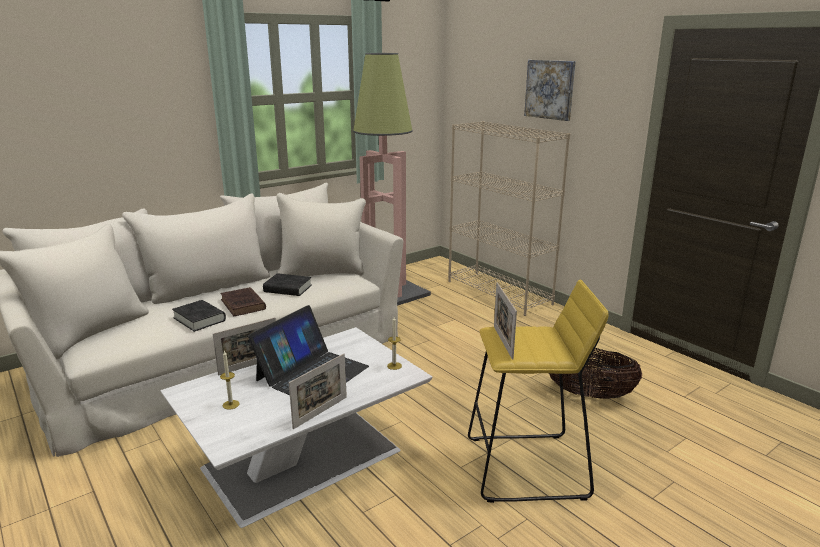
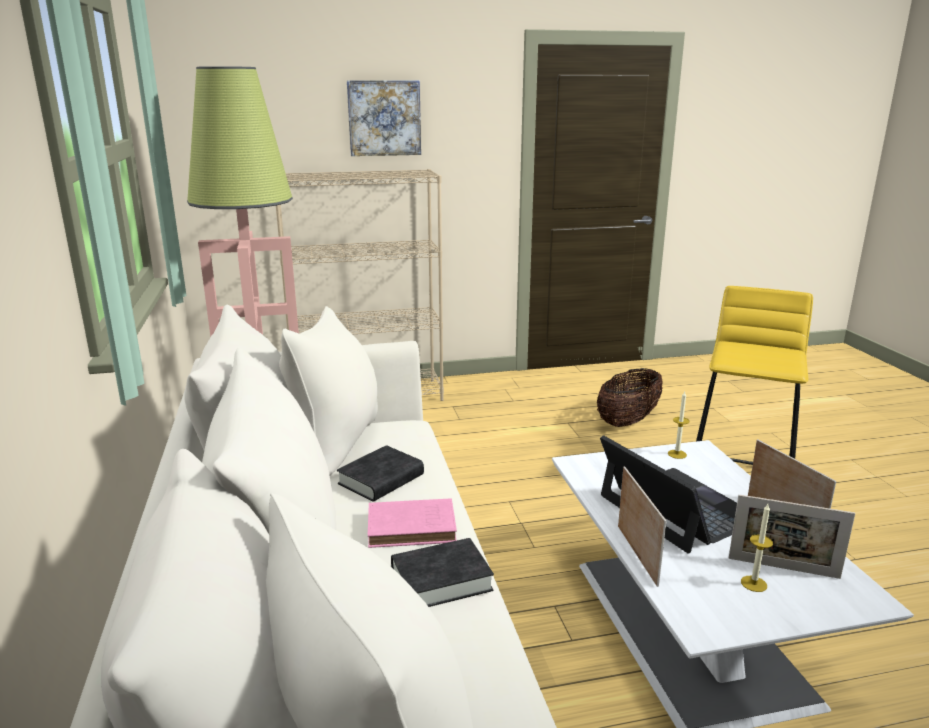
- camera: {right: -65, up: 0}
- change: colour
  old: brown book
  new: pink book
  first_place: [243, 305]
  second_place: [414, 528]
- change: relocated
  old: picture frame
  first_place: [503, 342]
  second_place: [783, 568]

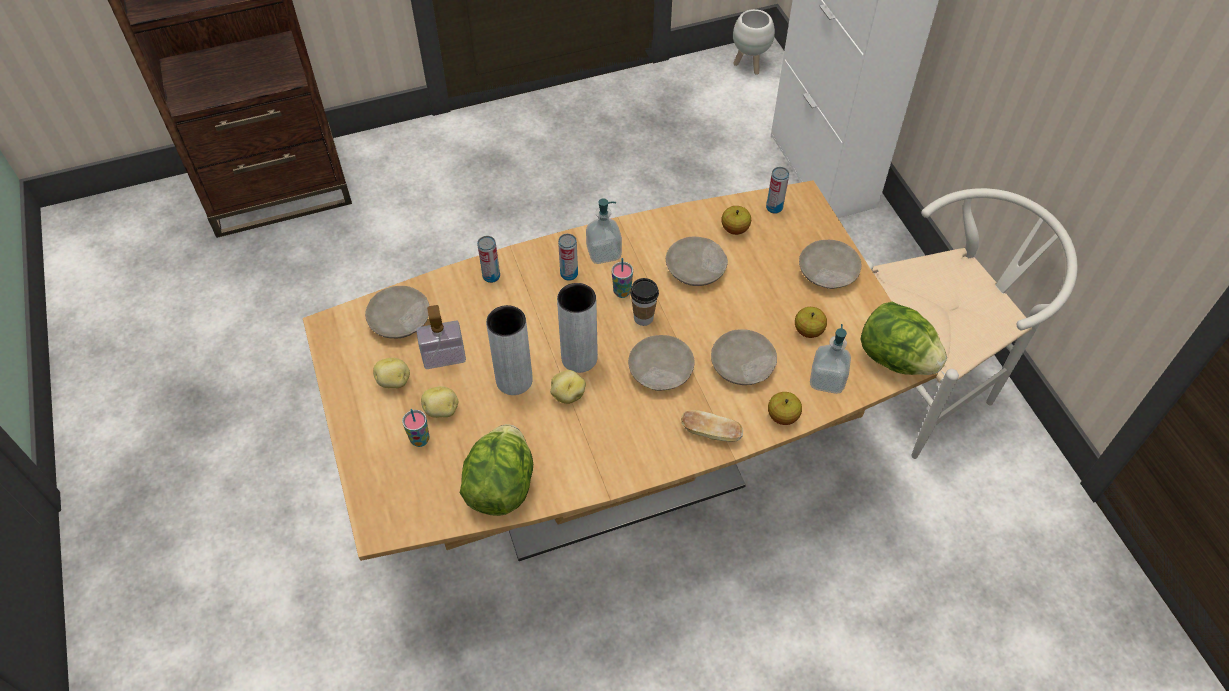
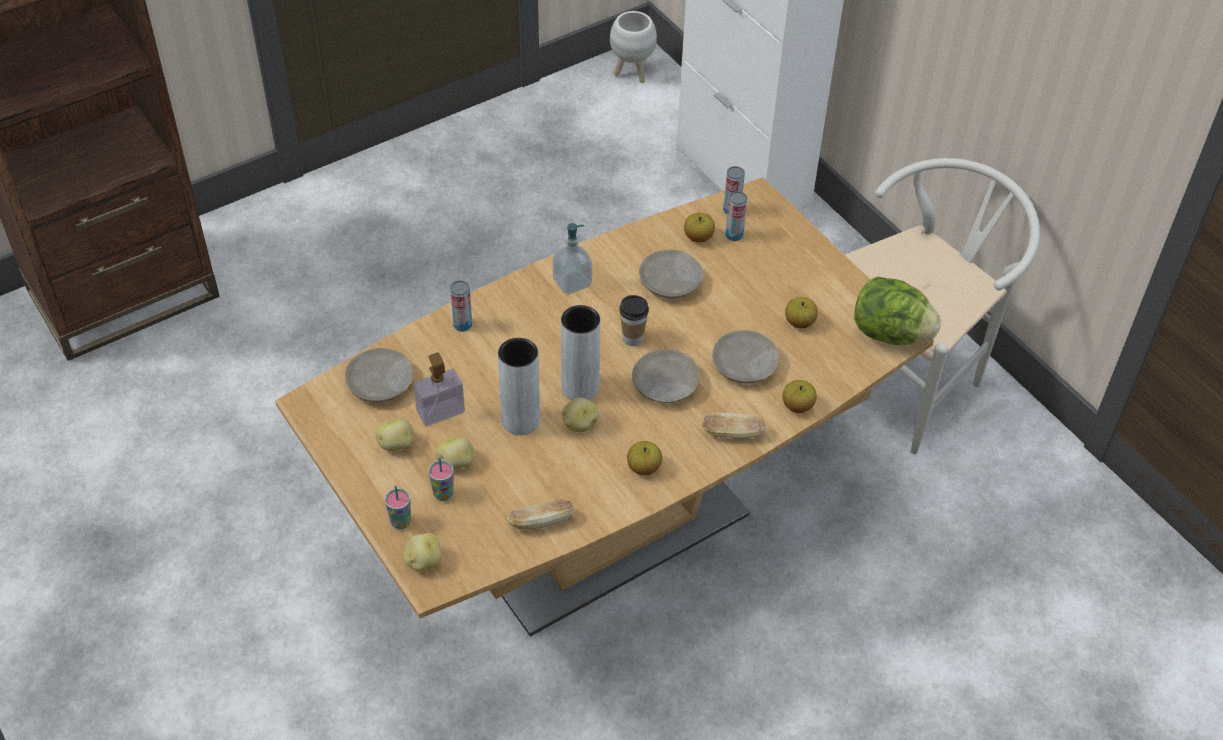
- camera: {right: -15, up: -5}
- change: relocated
  old: cup
  first_place: [622, 292]
  second_place: [400, 522]
- change: appeared
  new: potato
  second_place: [423, 561]
- change: exchanged
  old: lettuce
  new: bread
  first_place: [500, 486]
  second_place: [540, 522]
- change: appeared
  new: apple
  second_place: [644, 468]
- change: relocated
  old: can
  first_place: [569, 274]
  second_place: [734, 235]
- change: missing
  old: beige plate
  first_place: [827, 271]
- change: missing
  old: soap dispenser
  first_place: [827, 380]

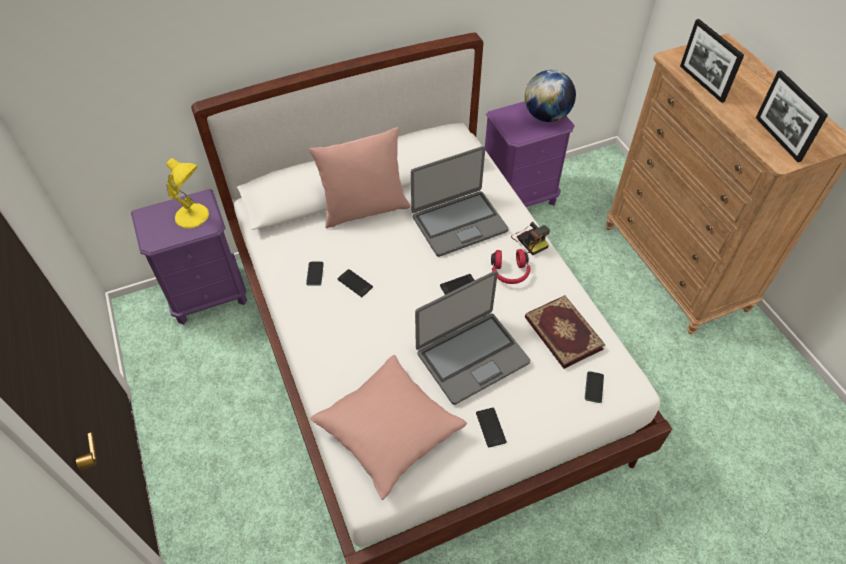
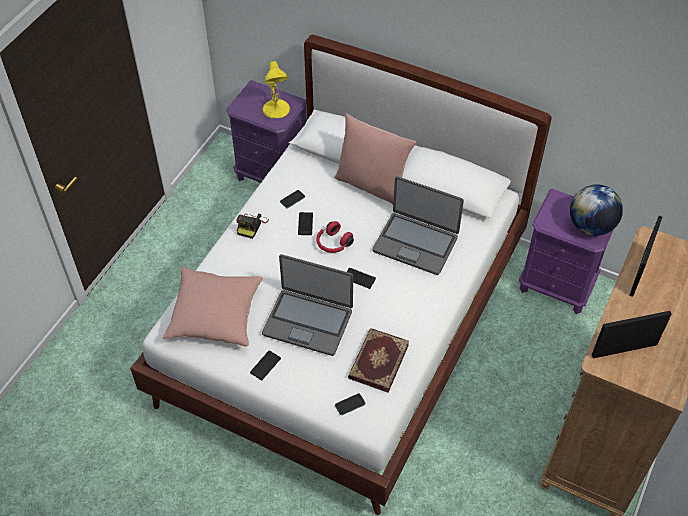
- camera: {right: 50, up: 0}
- change: relocated
  old: photo camera
  first_place: [529, 240]
  second_place: [251, 226]
- change: relocated
  old: red headphones
  first_place: [509, 273]
  second_place: [333, 243]
- change: spun
  old: picture frame
  first_place: [777, 139]
  second_place: [624, 350]
  degrees: 45

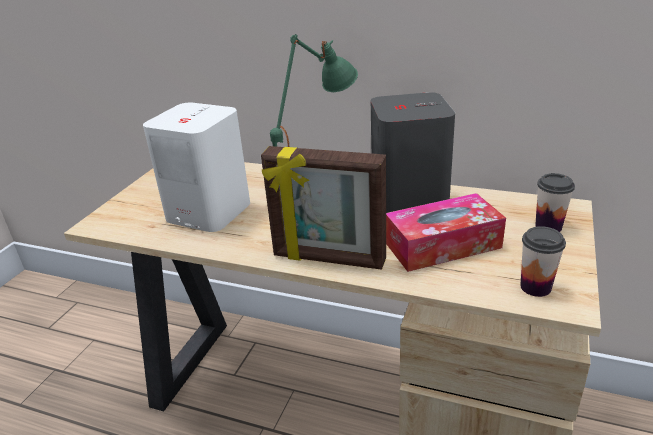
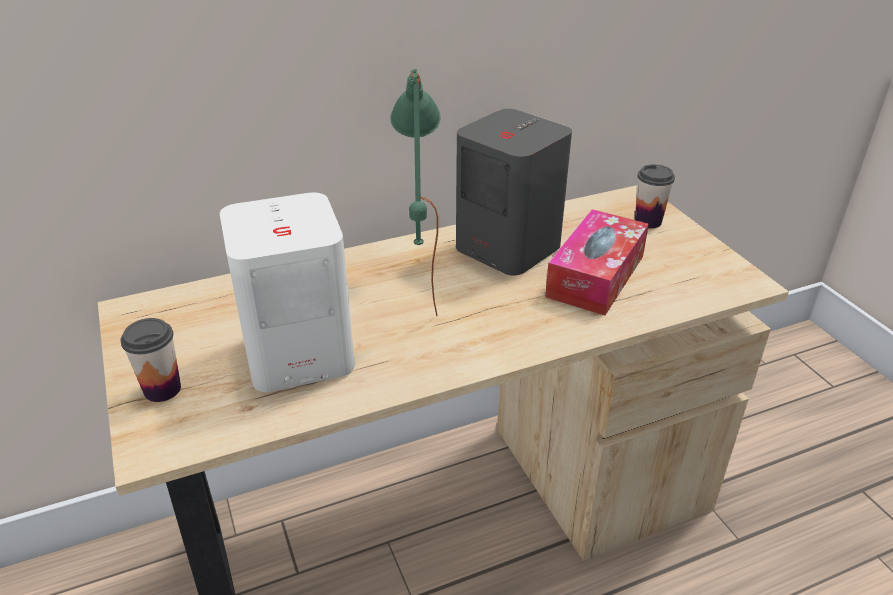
- camera: {right: -45, up: 5}
- change: relocated
  old: cup
  first_place: [535, 287]
  second_place: [162, 389]
- change: missing
  old: picture frame
  first_place: [328, 259]

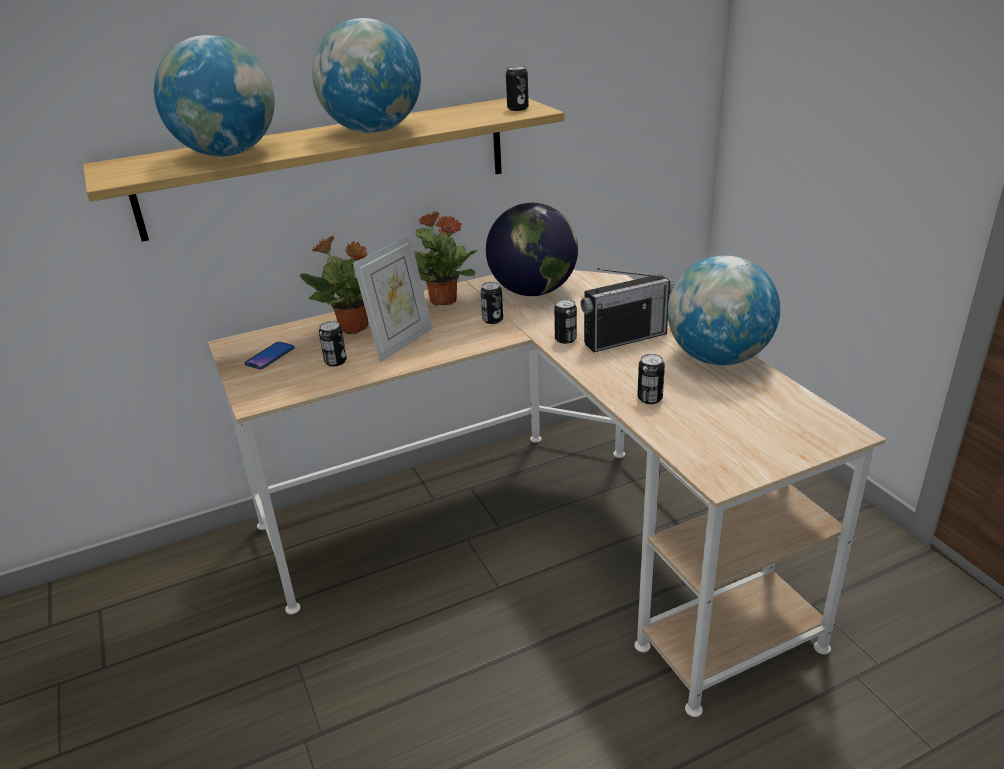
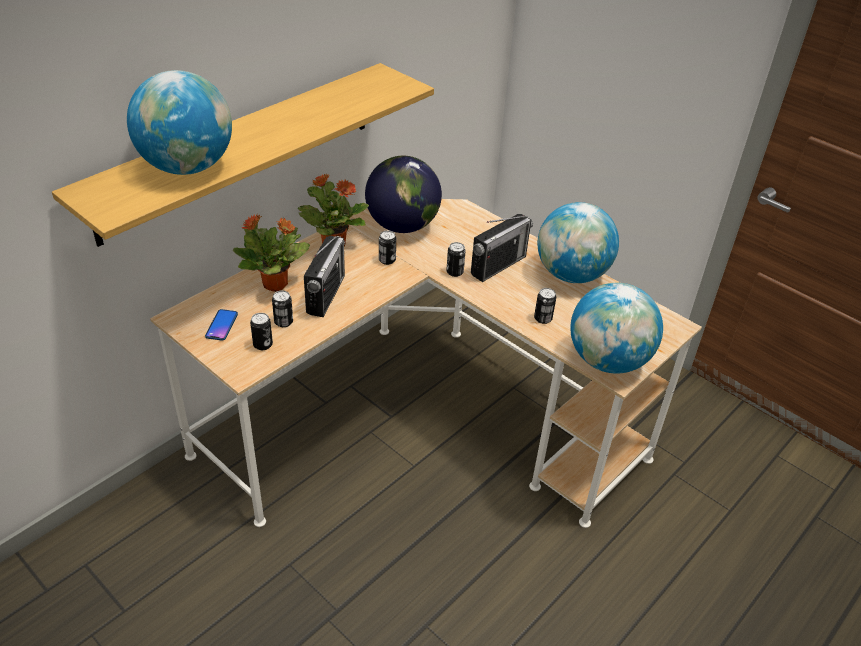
- camera: {right: -25, up: 10}
- change: relocated
  old: can
  first_place: [517, 108]
  second_place: [263, 345]
- change: exchanged
  old: picture frame
  new: radio
  first_place: [400, 343]
  second_place: [326, 294]
- change: relocated
  old: globe
  first_place: [374, 131]
  second_place: [608, 361]

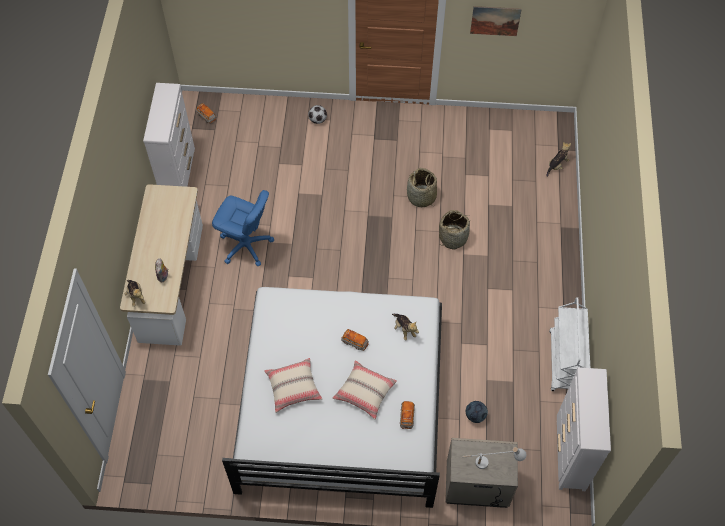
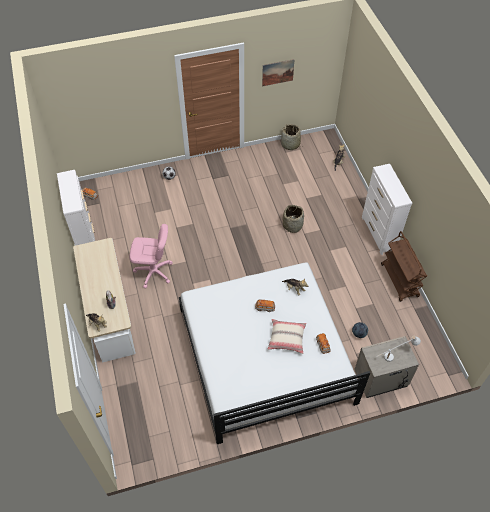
- camera: {right: -20, up: -5}
- change: colour
  old: blue office chair
  new: pink office chair
  first_place: [246, 245]
  second_place: [154, 272]
- change: relocated
  old: basket
  first_place: [421, 197]
  second_place: [290, 144]
- change: relocated
  old: white dresser
  first_place: [570, 453]
  second_place: [378, 234]
- change: colour
  old: white cart
  new: brown cart
  first_place: [564, 362]
  second_place: [399, 280]
- change: missing
  old: beige pillow
  first_place: [293, 387]

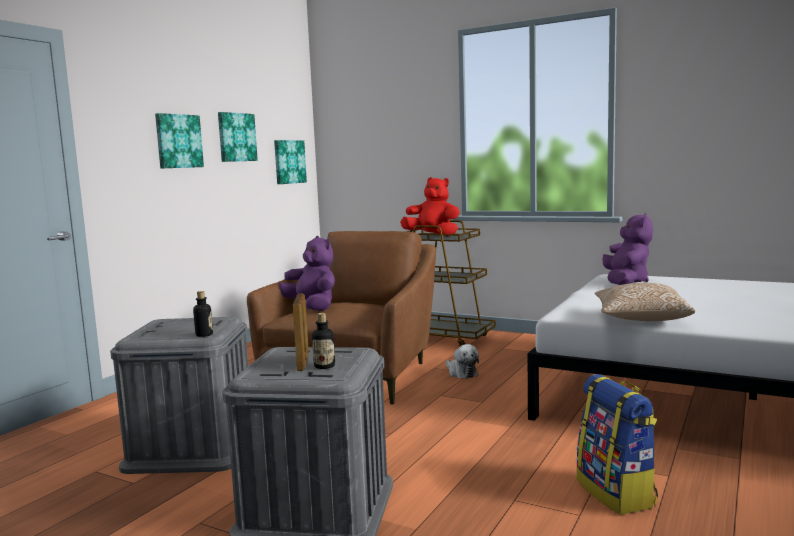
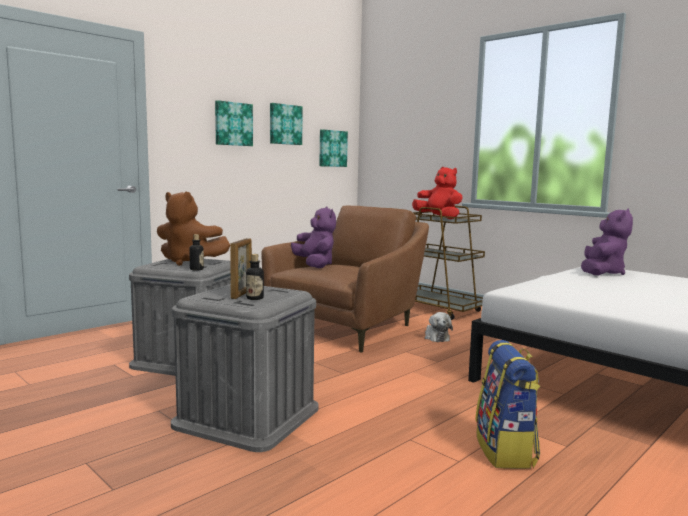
- camera: {right: 15, up: 0}
- change: appeared
  new: brown plush toy
  second_place: [189, 262]
- change: missing
  old: pillow
  first_place: [640, 318]

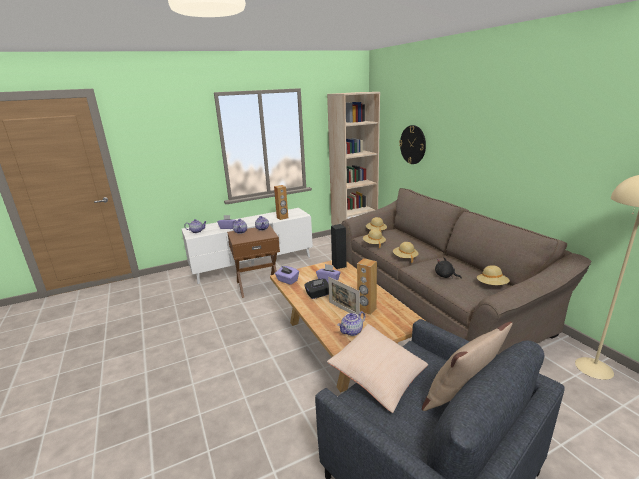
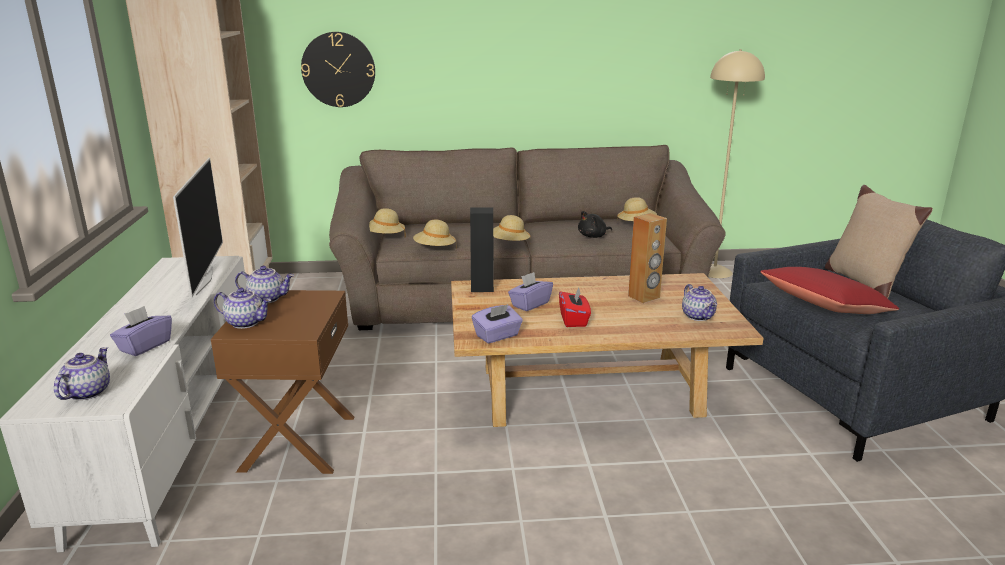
- camera: {right: -70, up: 0}
- change: exchanged
  old: brown speaker
  new: television
  first_place: [282, 218]
  second_place: [203, 280]
- change: colour
  old: black tissue box
  new: red tissue box
  first_place: [318, 295]
  second_place: [574, 320]
- change: colour
  old: beige pillow
  new: red pillow
  first_place: [378, 375]
  second_place: [825, 308]
- change: missing
  old: picture frame
  first_place: [343, 309]

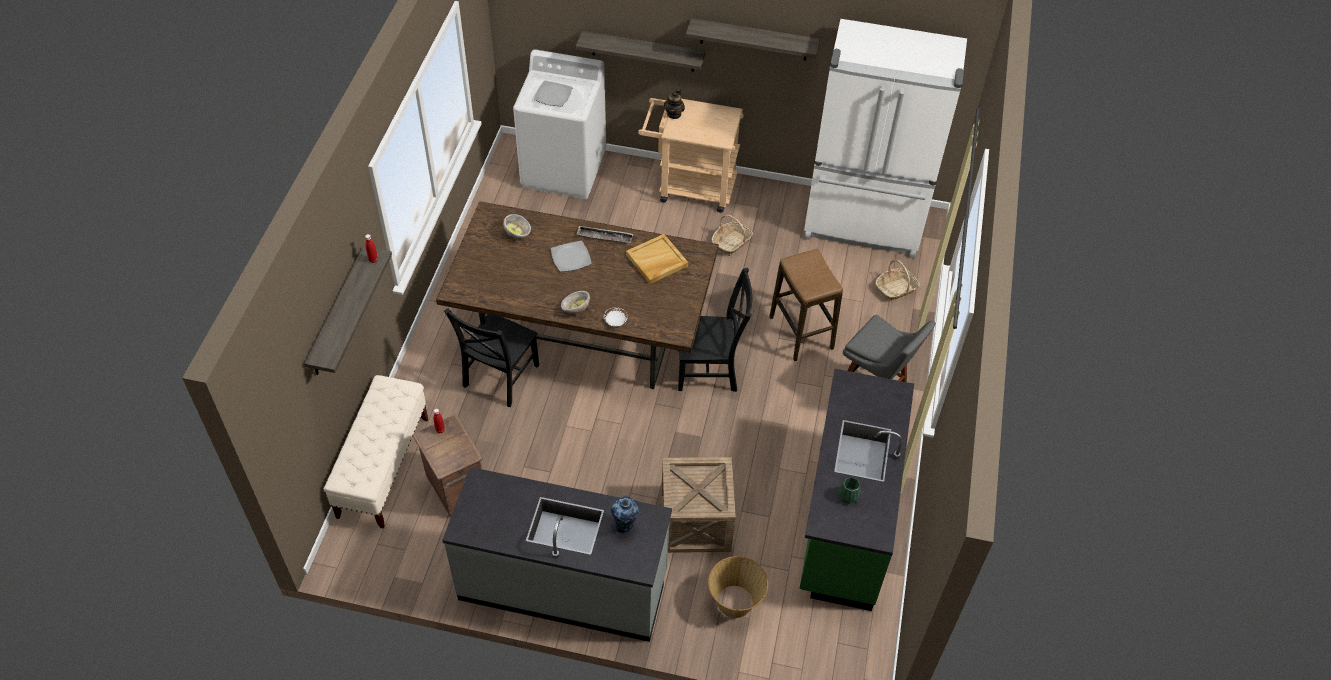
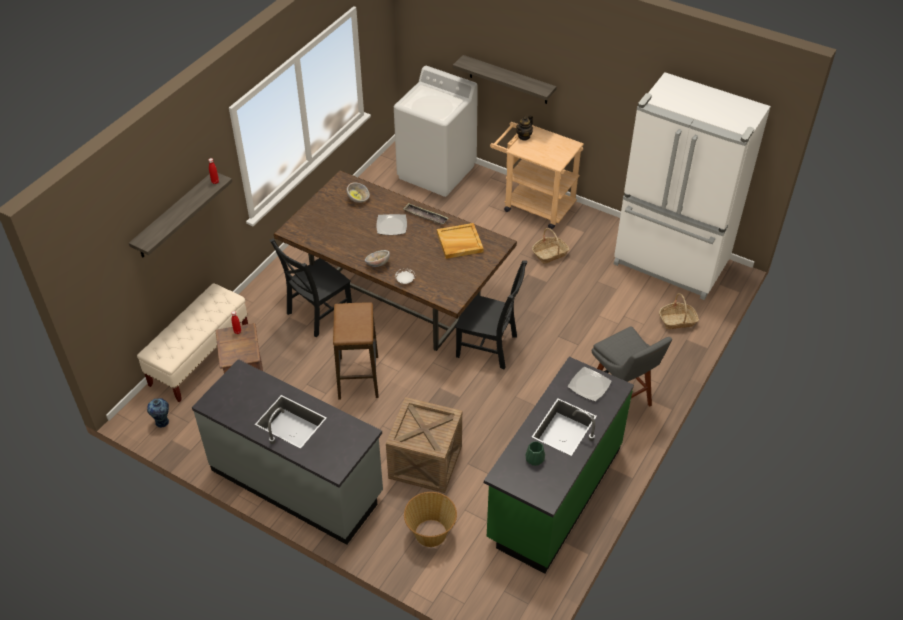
- camera: {right: 20, up: -5}
- change: relocated
  old: vase
  first_place: [625, 526]
  second_place: [162, 422]
- change: relocated
  old: stool
  first_place: [801, 333]
  second_place: [358, 377]
- change: relocated
  old: plate
  first_place: [553, 95]
  second_place: [589, 386]
- change: missing
  old: shelf
  first_place: [754, 39]

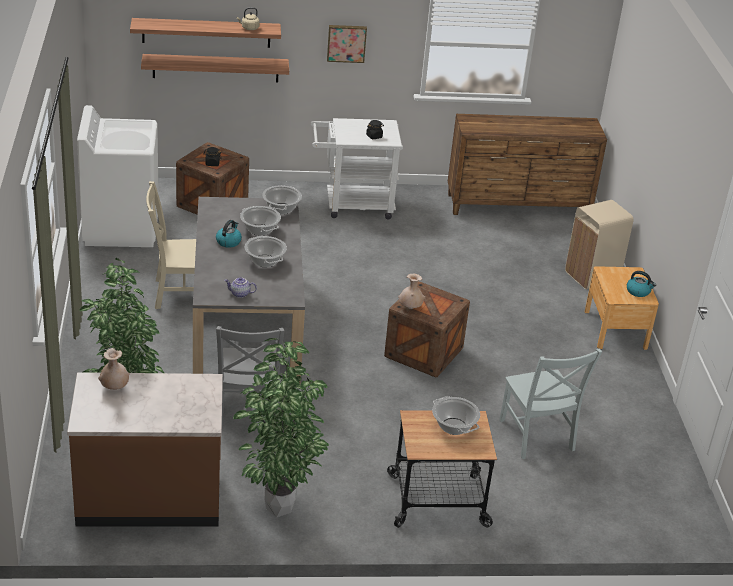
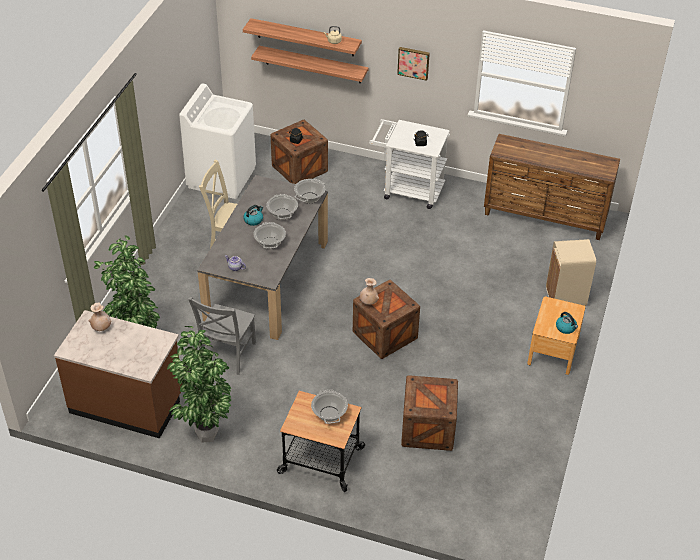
- camera: {right: 25, up: 10}
- change: exchanged
  old: grey chair
  new: crate
  first_place: [537, 437]
  second_place: [428, 429]

